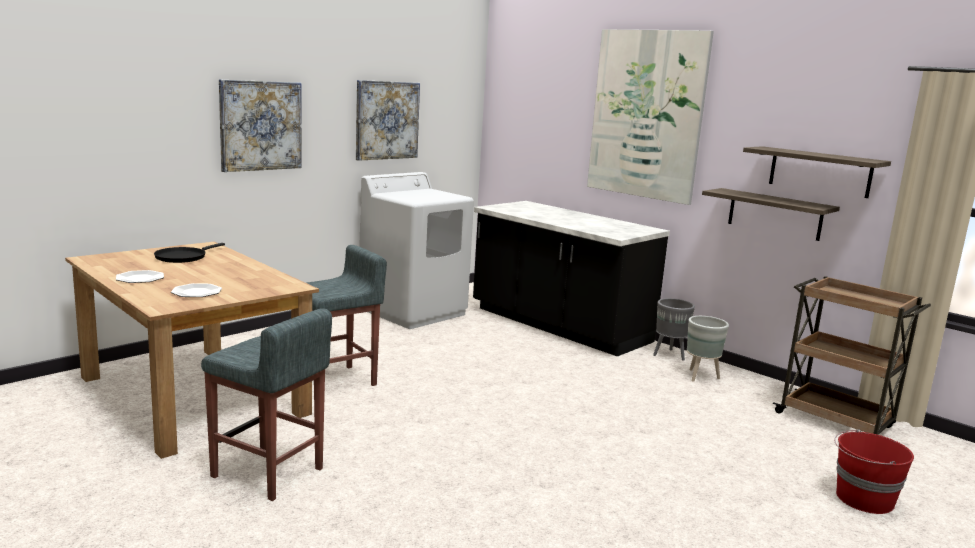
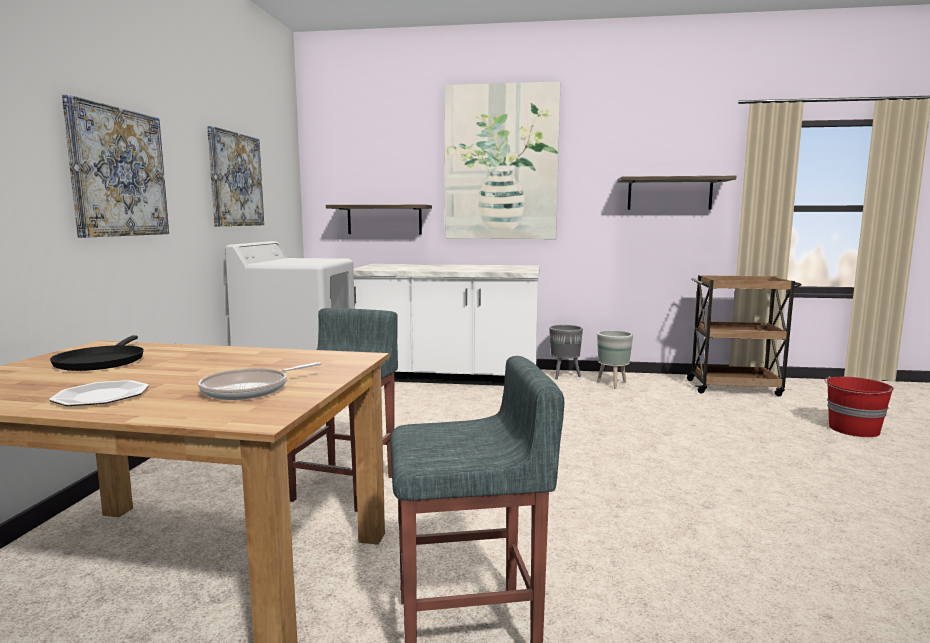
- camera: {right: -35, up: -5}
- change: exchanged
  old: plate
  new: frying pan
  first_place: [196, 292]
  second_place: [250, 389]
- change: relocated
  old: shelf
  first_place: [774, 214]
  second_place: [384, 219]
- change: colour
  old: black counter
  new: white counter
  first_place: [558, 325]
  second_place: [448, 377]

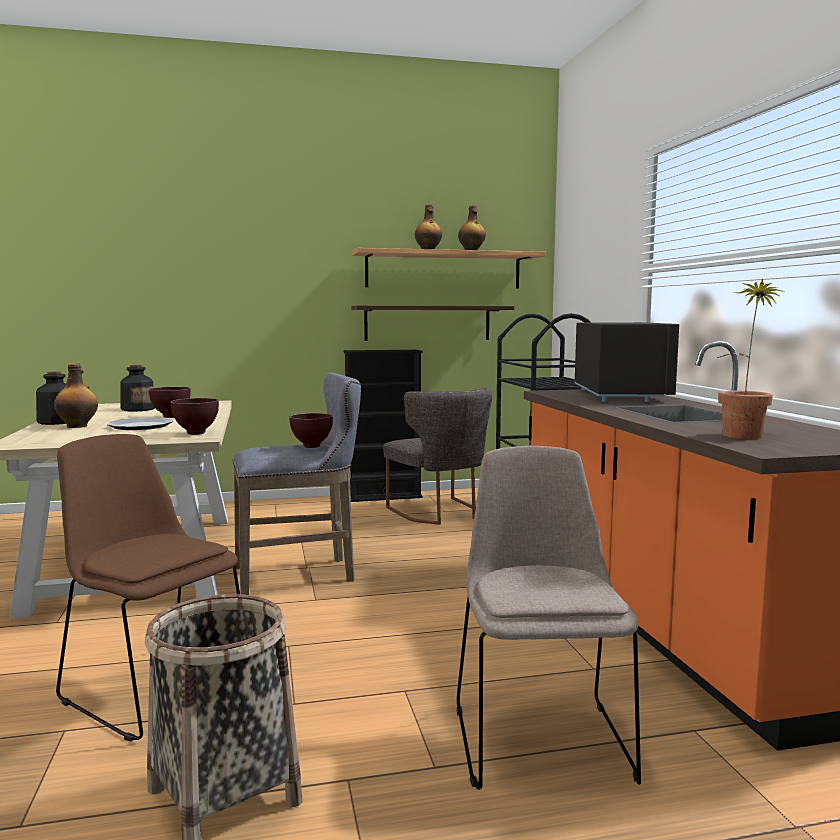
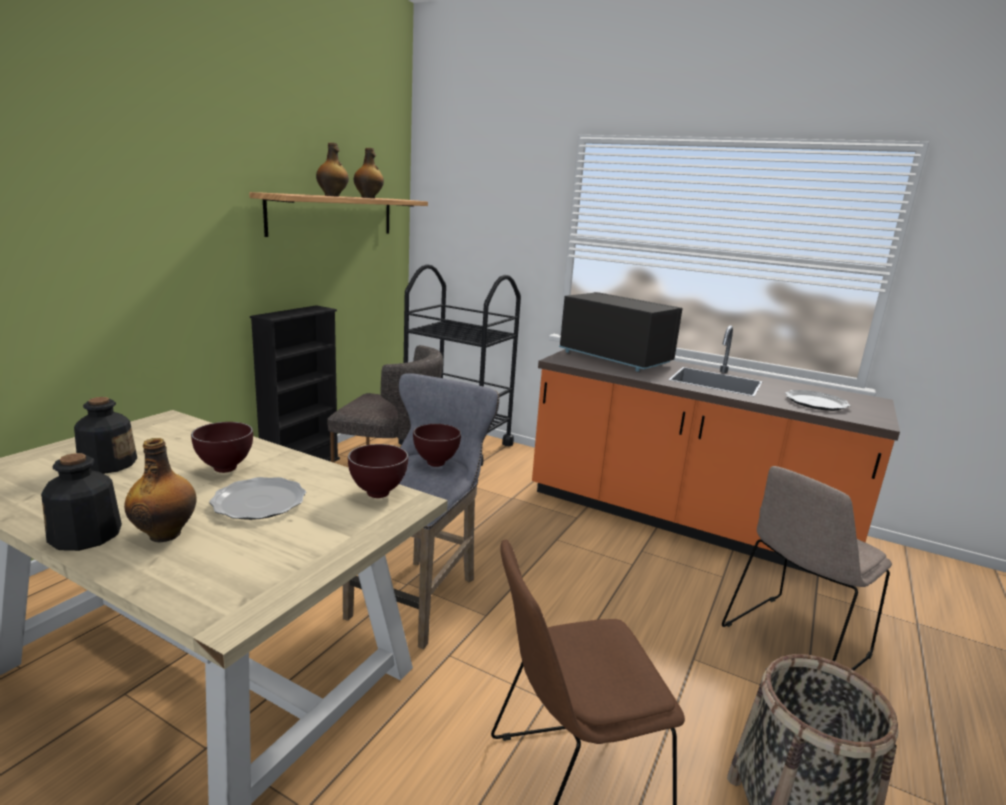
- camera: {right: -50, up: 10}
- change: spun
  old: beige chair
  first_place: [540, 737]
  second_place: [793, 643]
  degrees: -75
- change: exchanged
  old: potted plant
  new: plate
  first_place: [745, 434]
  second_place: [815, 403]
- change: missing
  old: shelf
  first_place: [427, 323]

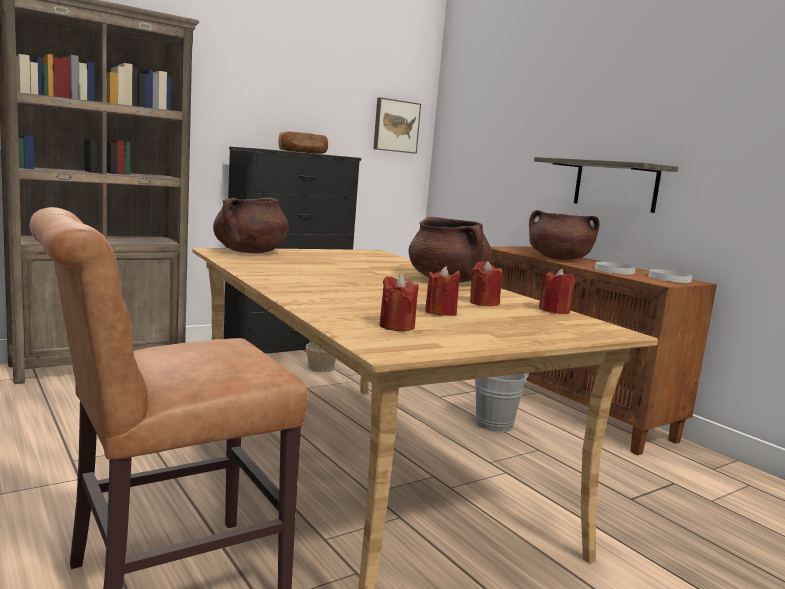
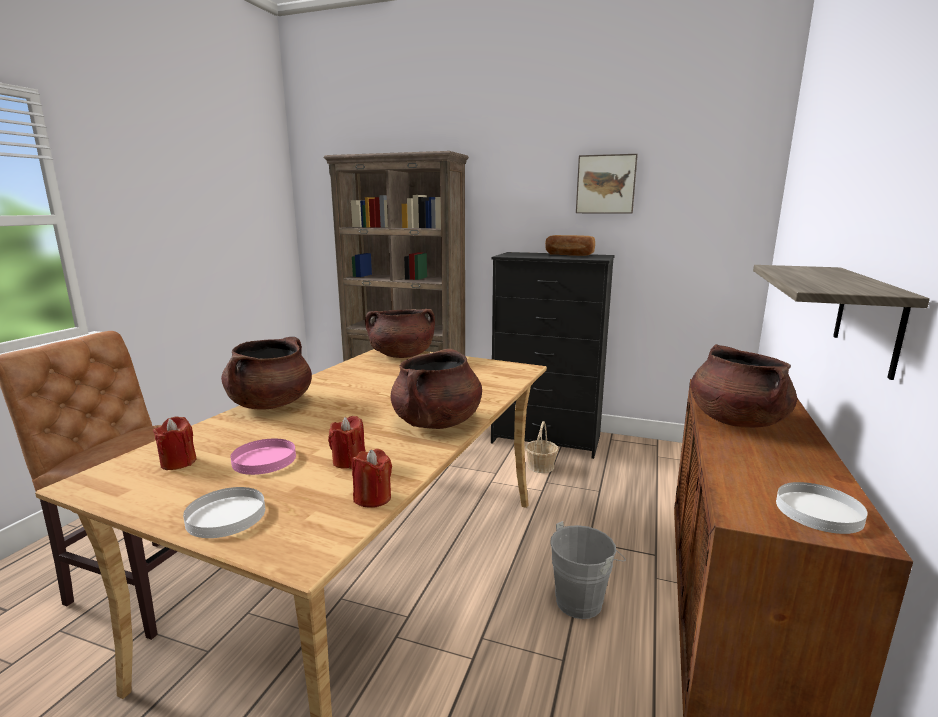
- camera: {right: 55, up: 5}
- change: relocated
  old: white plate
  first_place: [614, 270]
  second_place: [226, 515]
- change: appeared
  new: brown cooking pot
  second_place: [271, 404]
- change: exchanged
  old: red candle
  new: pink plate
  first_place: [440, 312]
  second_place: [264, 459]
- change: relocated
  old: picture
  first_place: [395, 126]
  second_place: [606, 184]

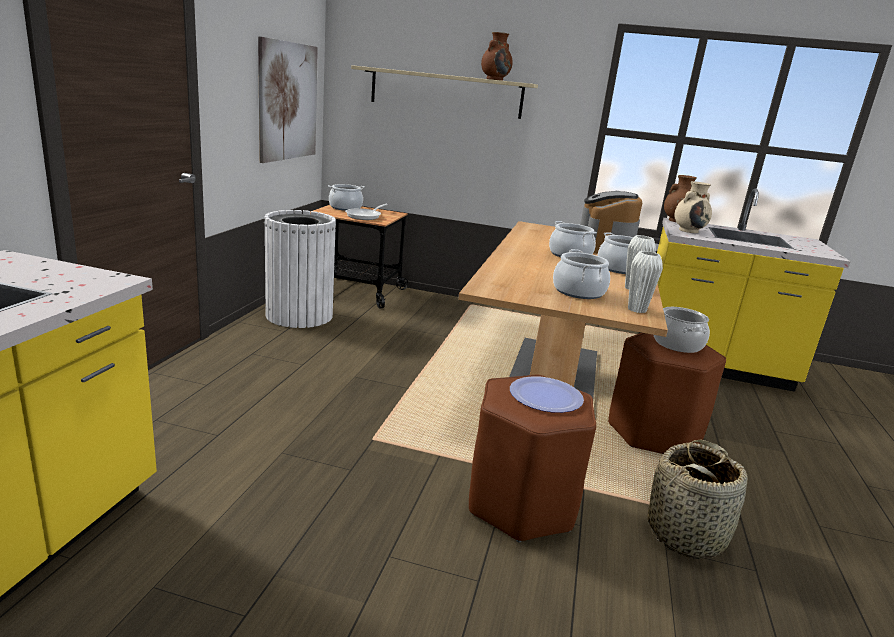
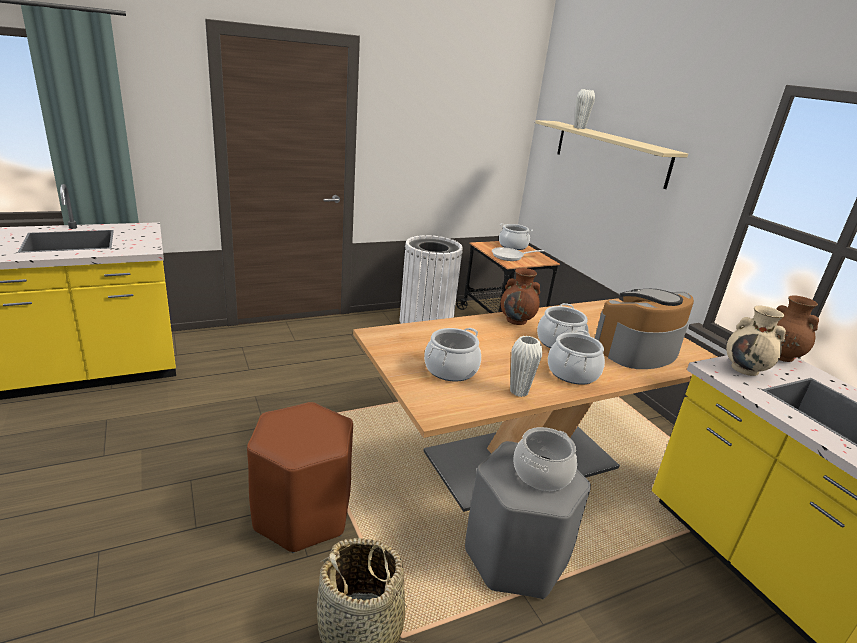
- camera: {right: 50, up: 5}
- change: colour
  old: brown stool
  new: grey stool
  first_place: [653, 433]
  second_place: [515, 557]
- change: relocated
  old: brown vase
  first_place: [495, 79]
  second_place: [517, 320]
- change: relocated
  old: white vase
  first_place: [637, 310]
  second_place: [579, 128]
- change: missing
  old: picture
  first_place: [288, 101]
- change: missing
  old: plate
  first_place: [545, 396]

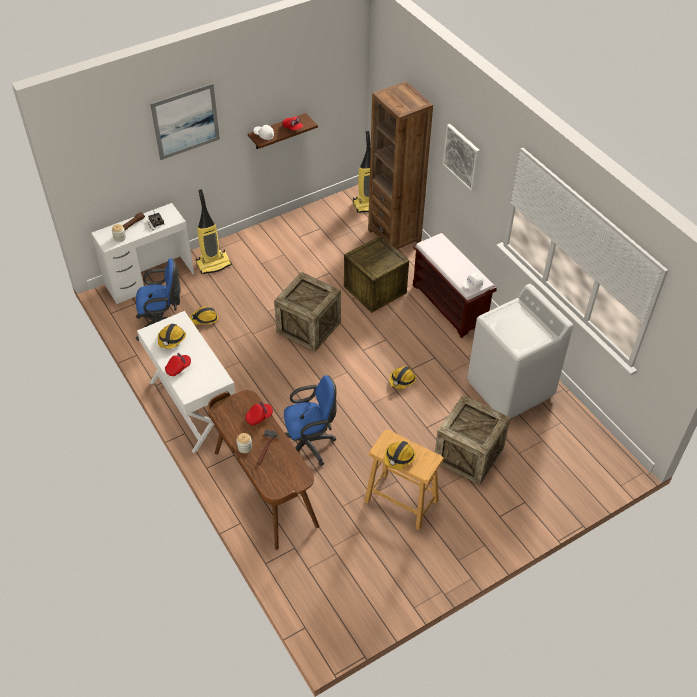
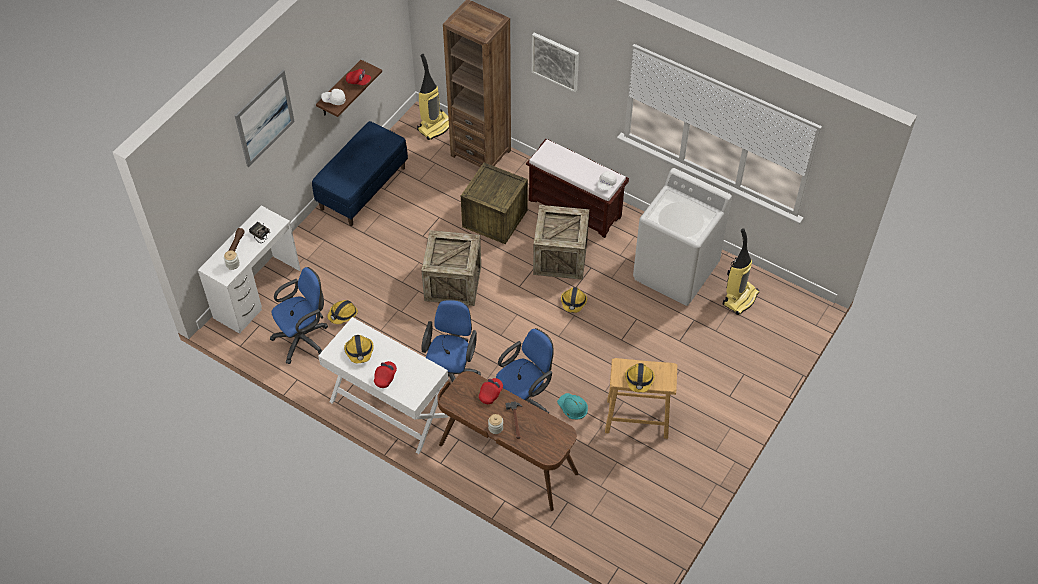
- camera: {right: -25, up: 5}
- change: appeared
  new: blue bench
  second_place: [363, 188]
- change: appeared
  new: blue office chair
  second_place: [451, 374]
- change: relocated
  old: crate
  first_place: [468, 454]
  second_place: [560, 257]
- change: appeared
  new: turquoise hard hat
  second_place: [573, 406]
- change: relocated
  old: vacuum cleaner
  first_place: [213, 264]
  second_place: [740, 298]

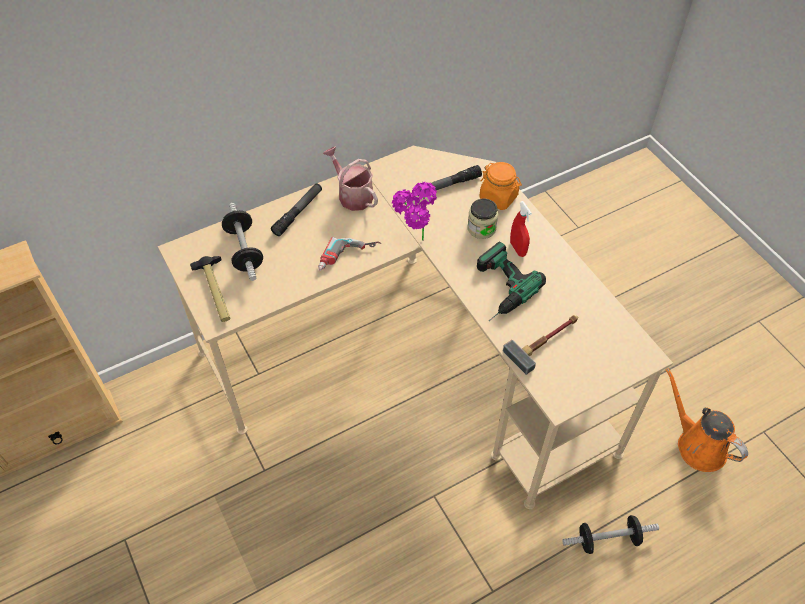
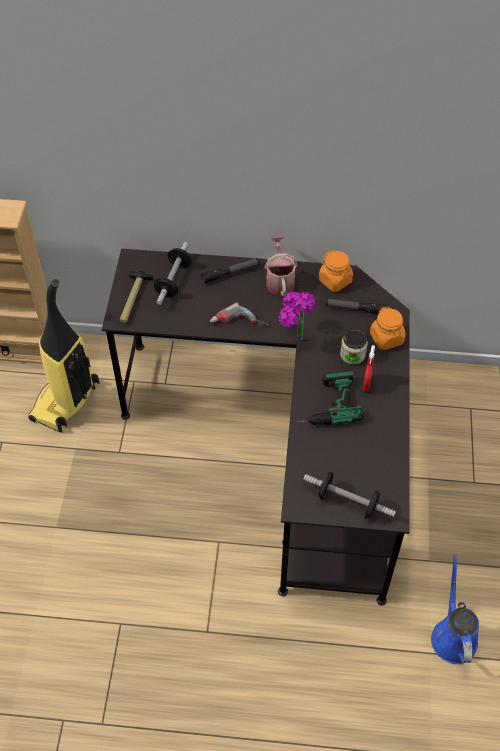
- camera: {right: 35, up: 0}
- change: appeared
  new: vacuum cleaner
  second_place: [66, 403]
- change: colour
  old: beige desk
  new: black desk
  first_place: [415, 360]
  second_place: [283, 439]
- change: relocated
  old: dumbbell
  first_place: [607, 539]
  second_place: [347, 502]
- change: appeared
  new: orange jar
  second_place: [335, 281]
- change: colour
  old: orange watering can
  new: blue watering can
  first_place: [697, 445]
  second_place: [453, 635]
- change: missing
  old: hammer
  first_place: [545, 341]

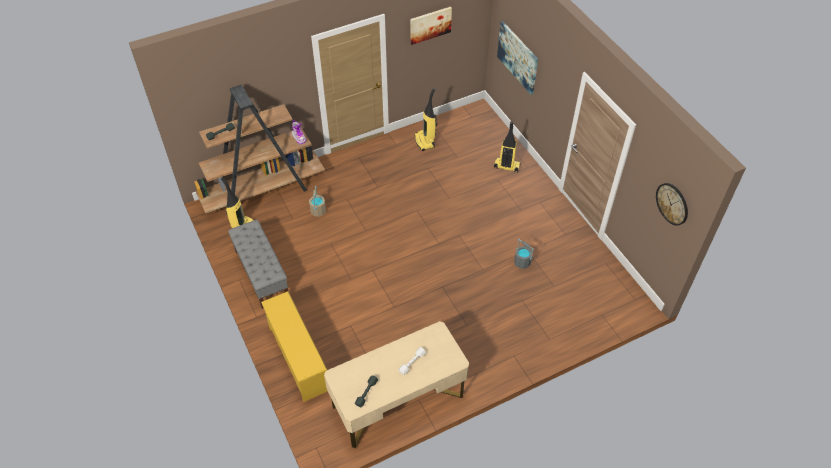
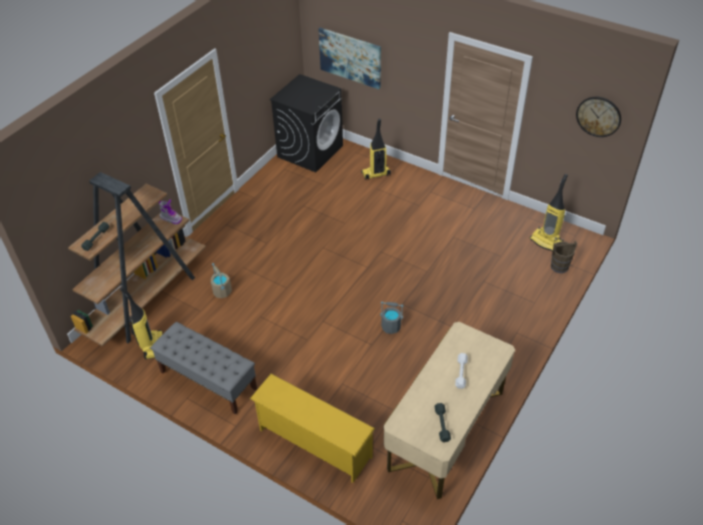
- camera: {right: -30, up: -5}
- change: appeared
  new: black washing machine
  second_place: [310, 151]
- change: relocated
  old: grey bucket
  first_place: [522, 262]
  second_place: [391, 326]
- change: relocated
  old: vacuum cleaner
  first_place: [425, 141]
  second_place: [546, 241]
- change: appeared
  new: brown bucket
  second_place: [559, 266]
- change: missing
  old: picture
  first_place: [430, 25]

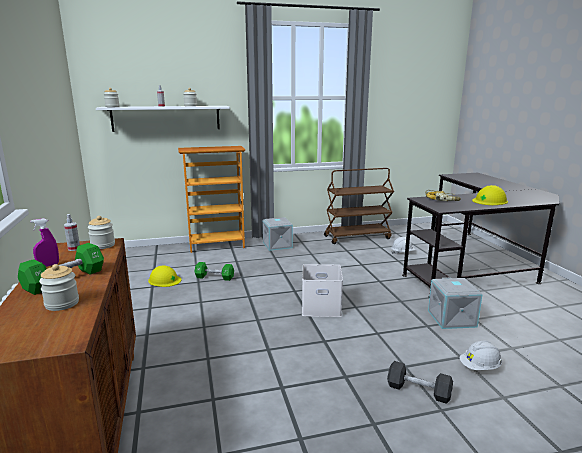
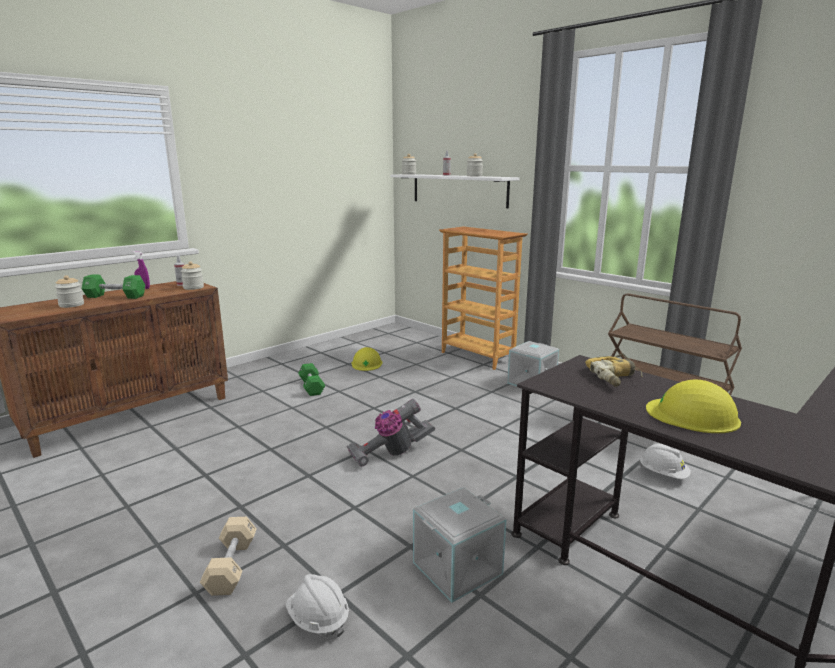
- camera: {right: 60, up: 0}
- change: colour
  old: black dumbbell
  new: beige dumbbell
  first_place: [418, 391]
  second_place: [231, 566]
- change: relocated
  old: green dumbbell
  first_place: [214, 277]
  second_place: [311, 387]
- change: exchanged
  old: white storage box
  new: vacuum cleaner
  first_place: [322, 306]
  second_place: [391, 453]

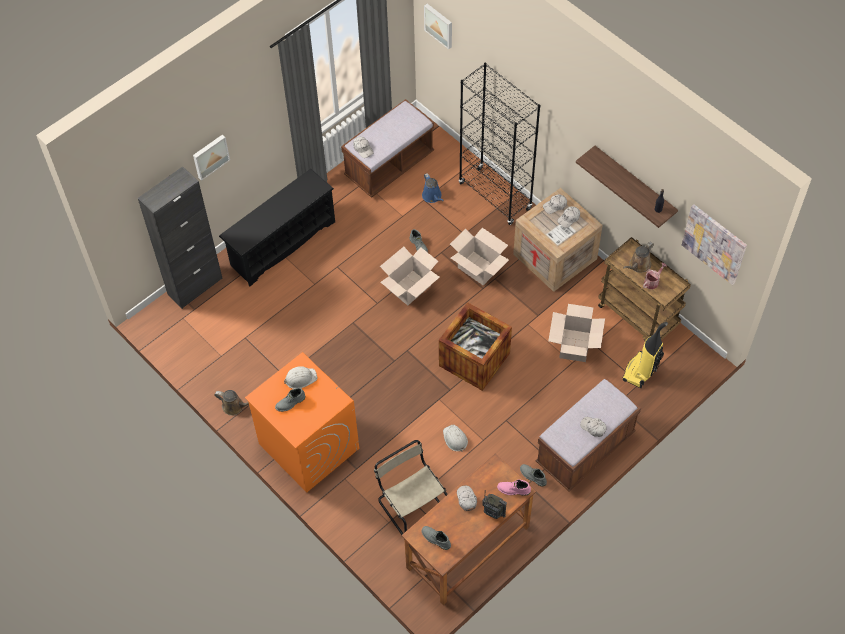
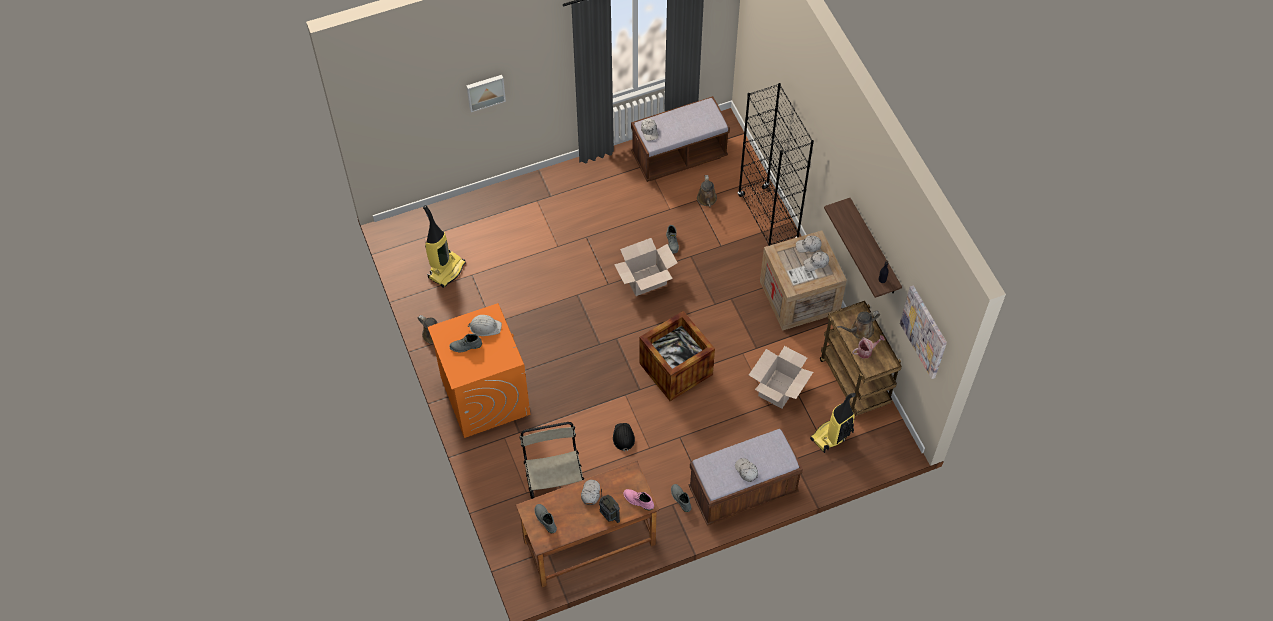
- camera: {right: 20, up: 0}
- change: appeared
  new: vacuum cleaner
  second_place: [446, 270]
- change: colour
  old: white hard hat
  new: black hard hat
  first_place: [455, 439]
  second_place: [623, 437]
- change: colour
  old: blue watering can
  new: brown watering can
  first_place: [432, 196]
  second_place: [707, 200]
- change: missing
  old: black cabinet
  first_place: [195, 286]
- change: missing
  old: black shoe rack
  first_place: [282, 243]
- change: missing
  old: picture
  first_place: [439, 25]
- change: missing
  old: cardboard box
  first_place: [478, 268]

